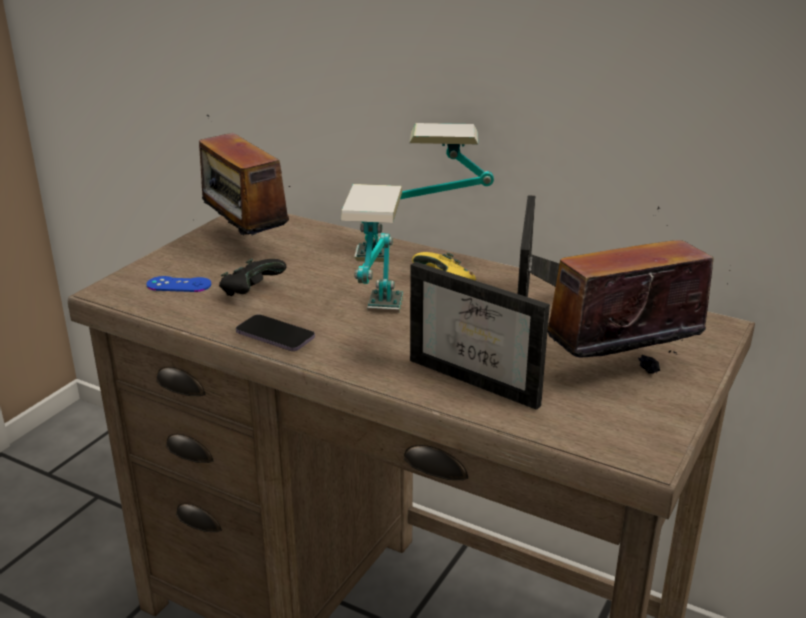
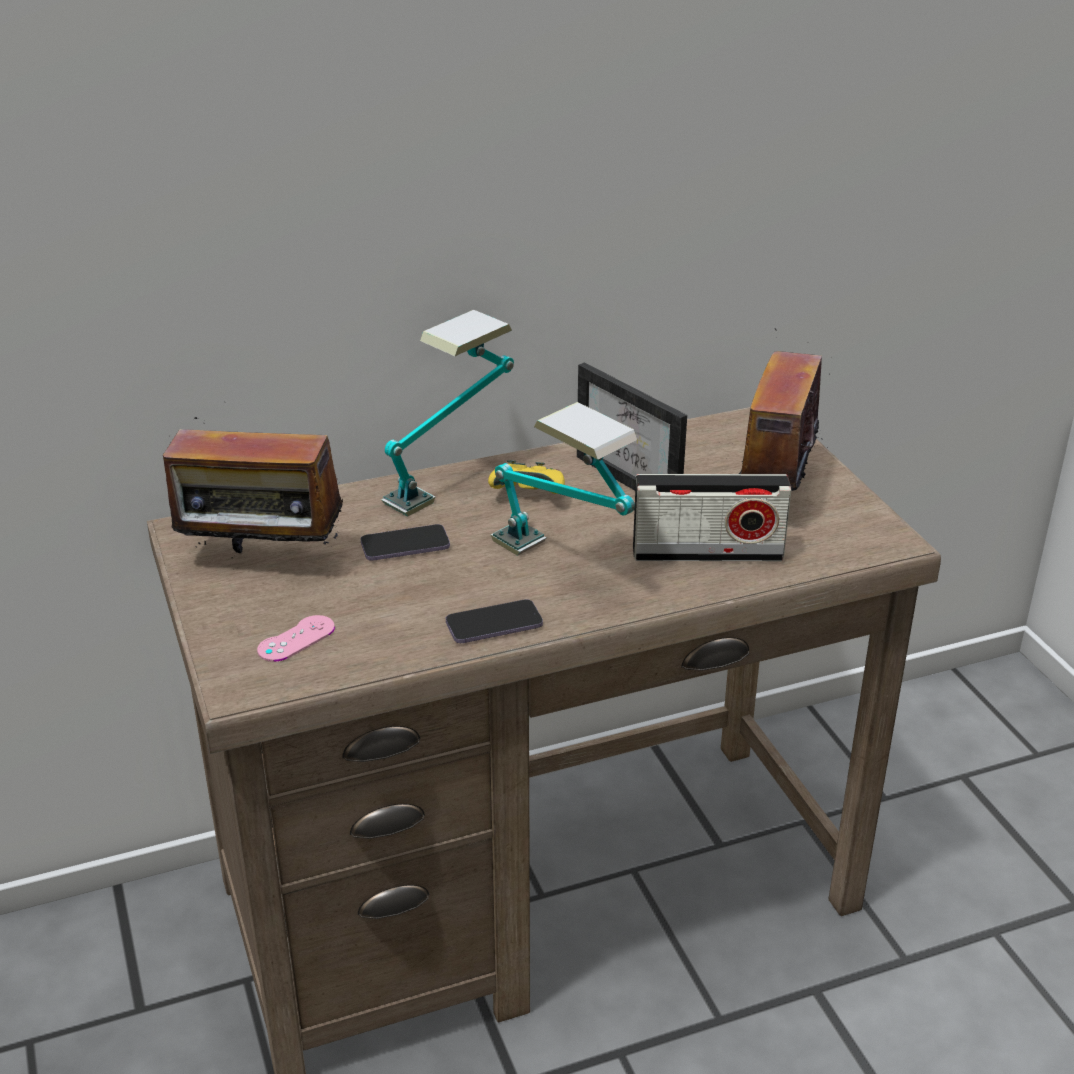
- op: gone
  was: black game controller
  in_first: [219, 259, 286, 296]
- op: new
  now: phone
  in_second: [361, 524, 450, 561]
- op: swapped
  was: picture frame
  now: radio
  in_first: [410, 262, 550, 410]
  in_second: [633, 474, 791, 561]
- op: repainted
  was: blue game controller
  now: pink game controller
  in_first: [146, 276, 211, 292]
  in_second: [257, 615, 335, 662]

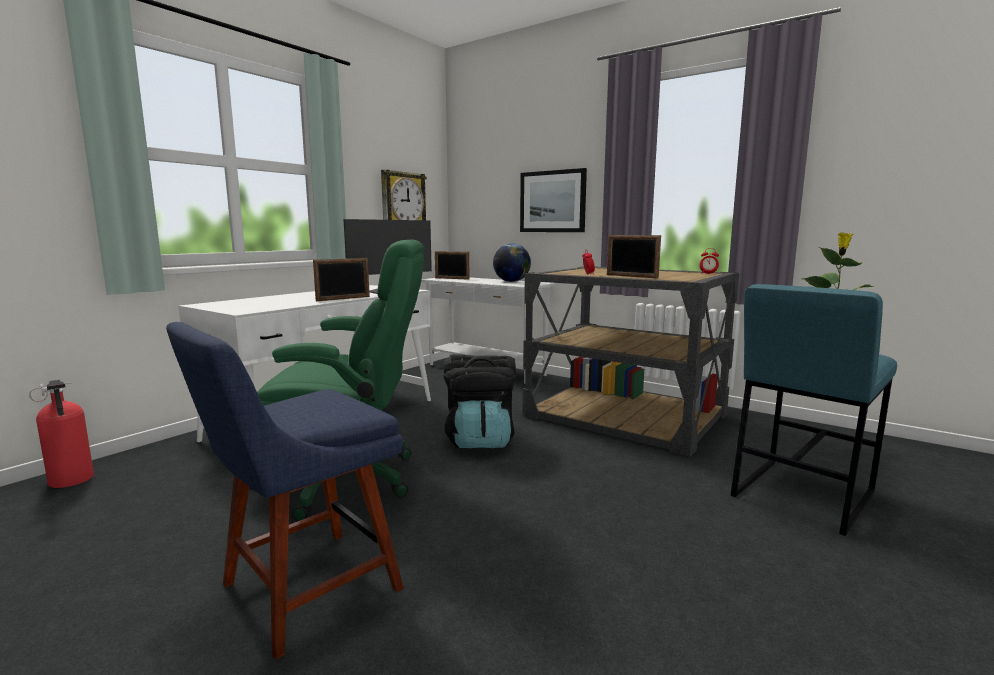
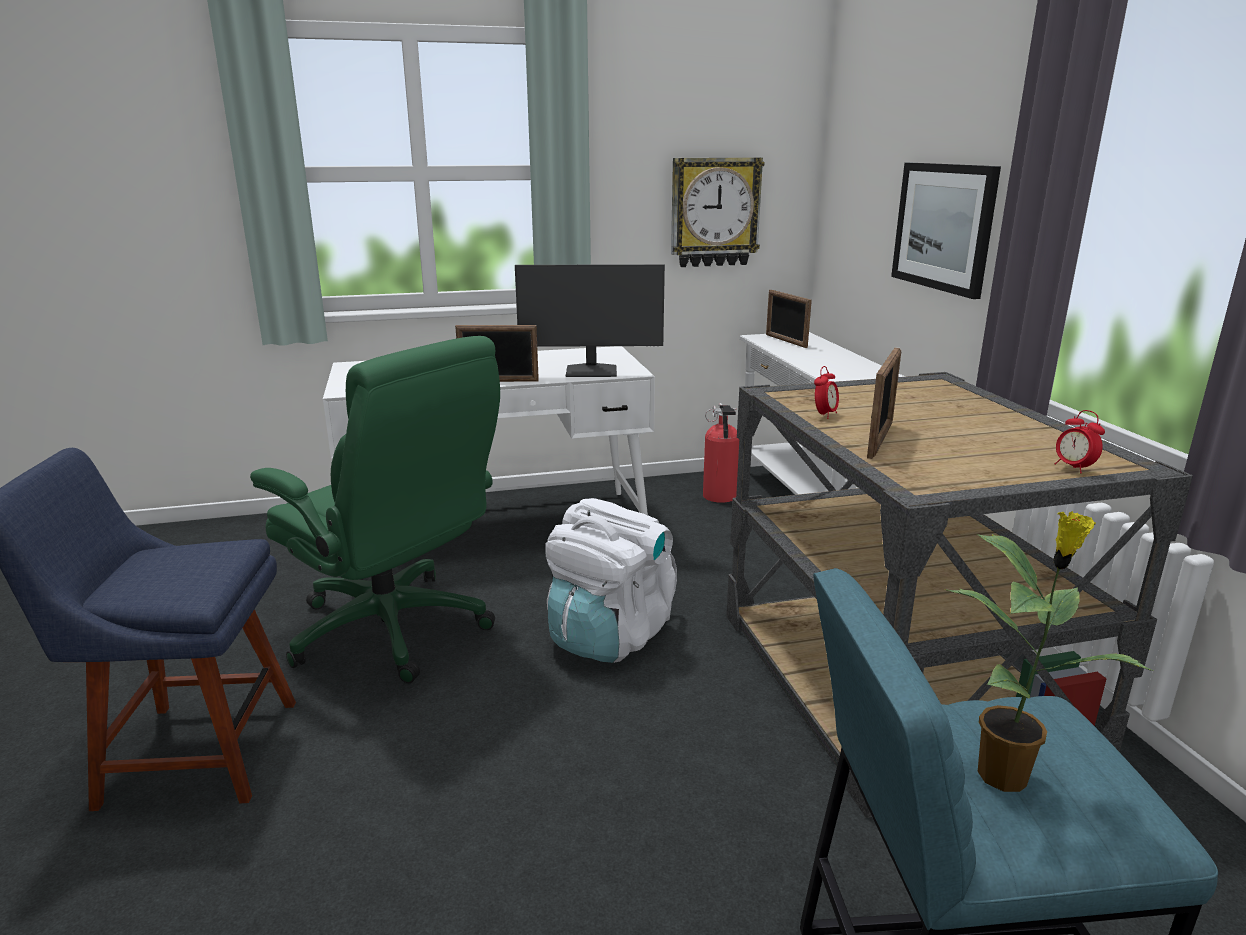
- op: gone
  was: globe
  in_first: [493, 243, 531, 282]
- op: shifted
  was: fire extinguisher
  in_first: [29, 380, 94, 488]
  in_second: [703, 403, 739, 503]
- op: repainted
  was: black backpack
  now: white backpack
  in_first: [444, 354, 516, 448]
  in_second: [545, 498, 677, 663]
- op: rotated
  was: picture frame
  in_first: [607, 235, 661, 278]
  in_second: [867, 347, 901, 459]
  clockwise: -150

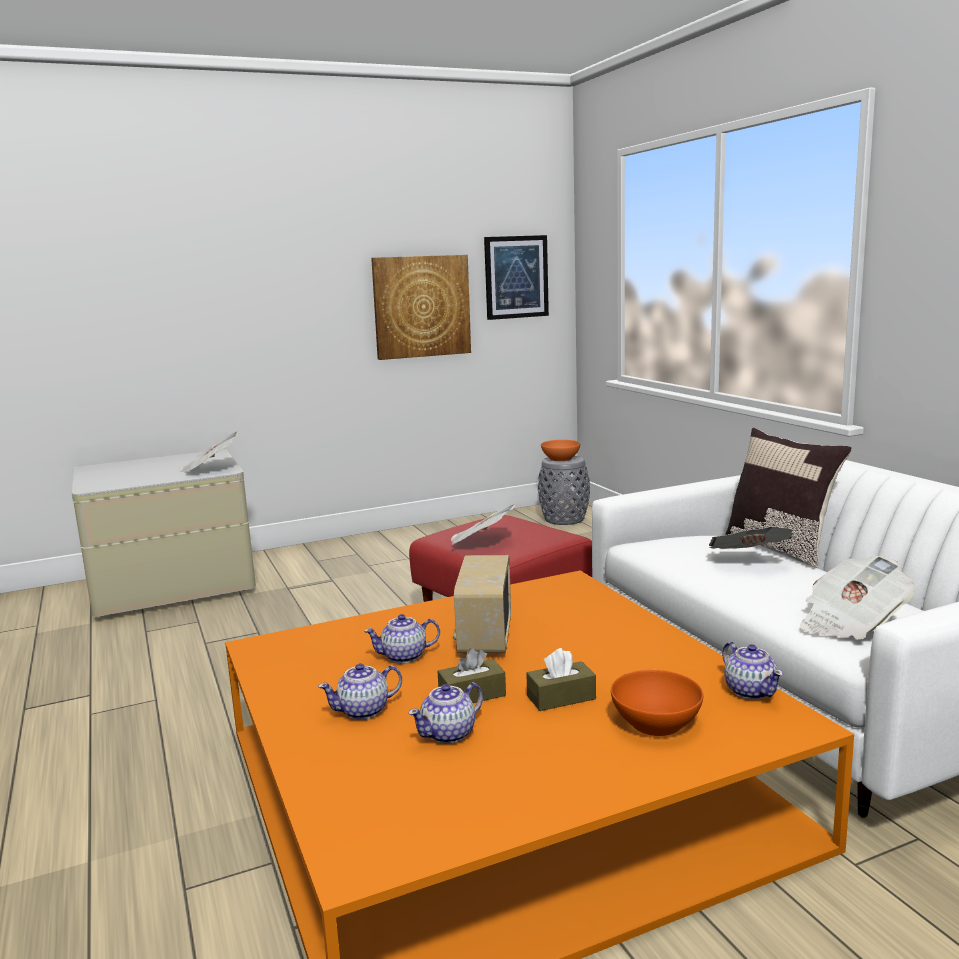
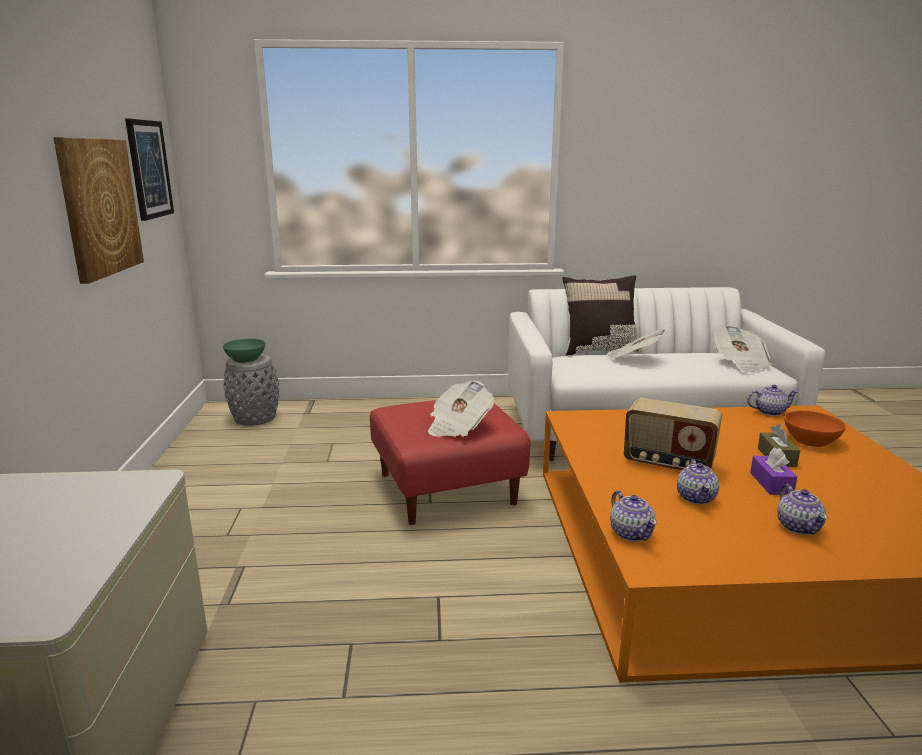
- op: gone
  was: newspaper
  in_first: [178, 431, 239, 473]
- op: shifted
  was: teapot
  in_first: [408, 682, 483, 744]
  in_second: [610, 490, 657, 541]
- op: repainted
  was: brown tissue box
  now: purple tissue box
  in_first: [437, 648, 506, 703]
  in_second: [750, 447, 797, 495]
- op: repainted
  was: orange bowl
  now: green bowl
  in_first: [541, 440, 580, 461]
  in_second: [223, 339, 265, 363]

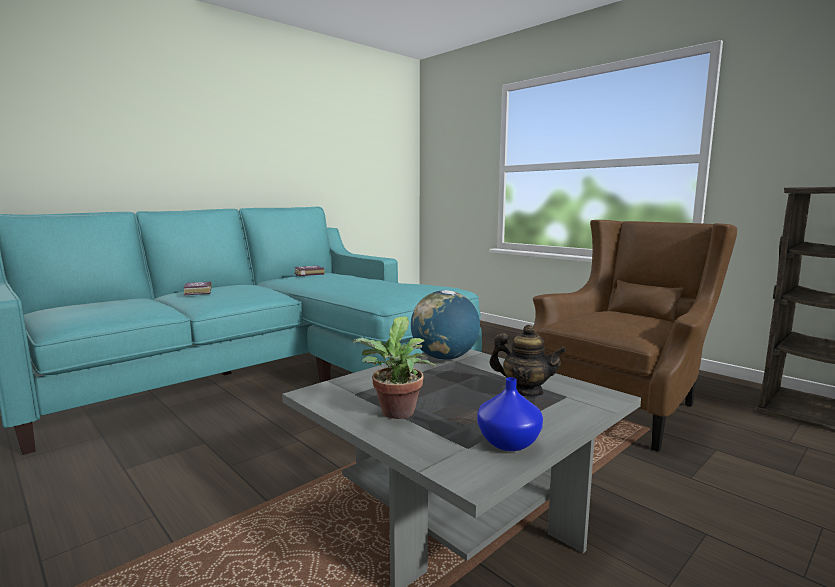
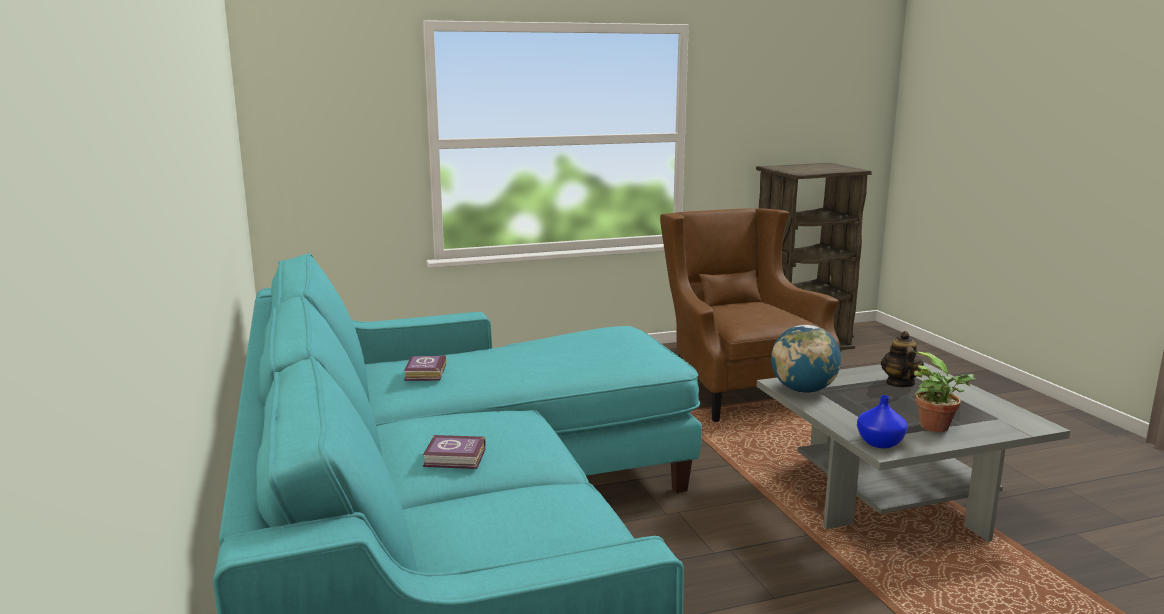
- op: shifted
  was: blue vase
  in_first: [477, 377, 543, 451]
  in_second: [857, 395, 908, 448]
- op: rotated
  was: teapot
  in_first: [489, 325, 566, 397]
  in_second: [881, 331, 924, 387]
  clockwise: -45

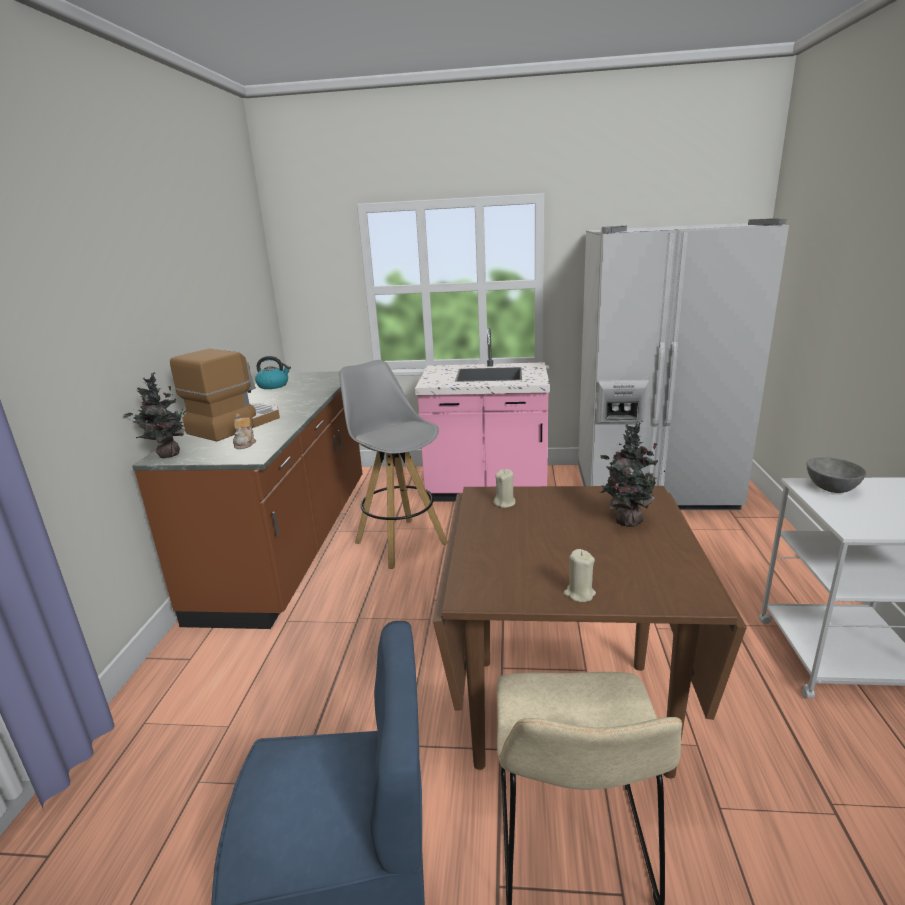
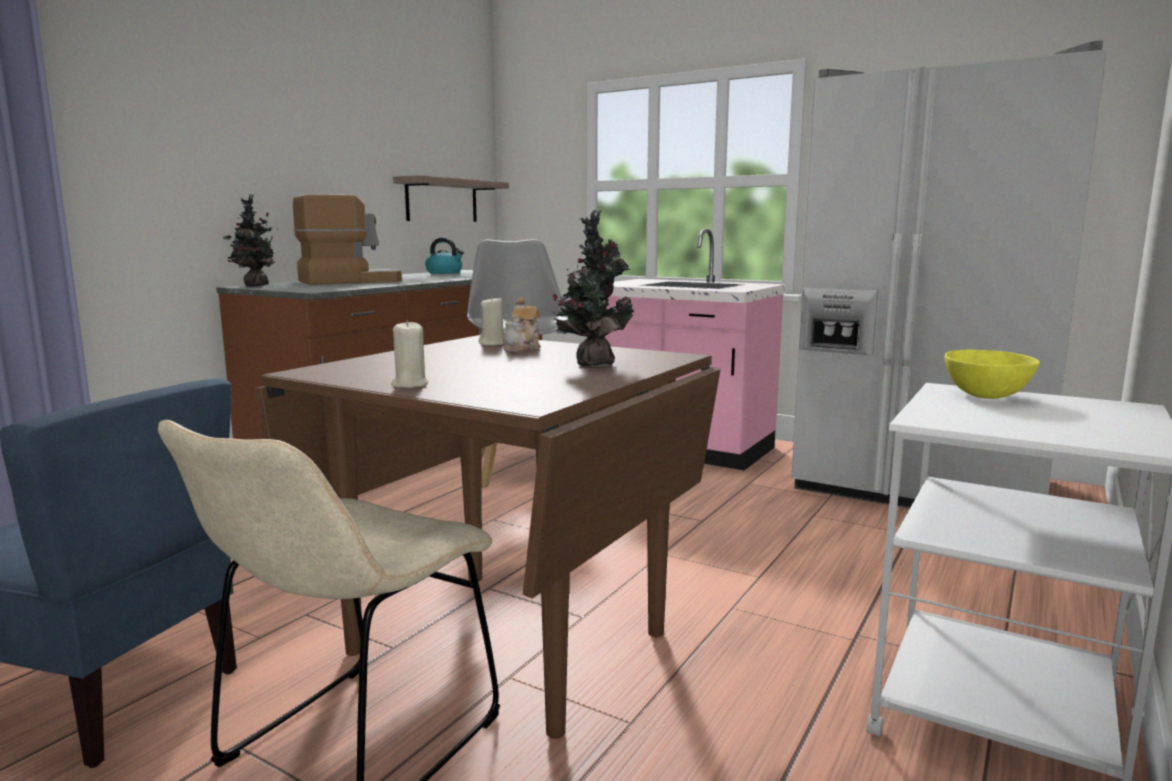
- op: new
  now: shelf
  in_second: [393, 175, 509, 222]
- op: shifted
  was: teapot
  in_first: [233, 414, 256, 449]
  in_second: [503, 298, 541, 352]
- op: repainted
  was: grey bowl
  now: yellow bowl
  in_first: [806, 457, 866, 493]
  in_second: [945, 349, 1040, 399]

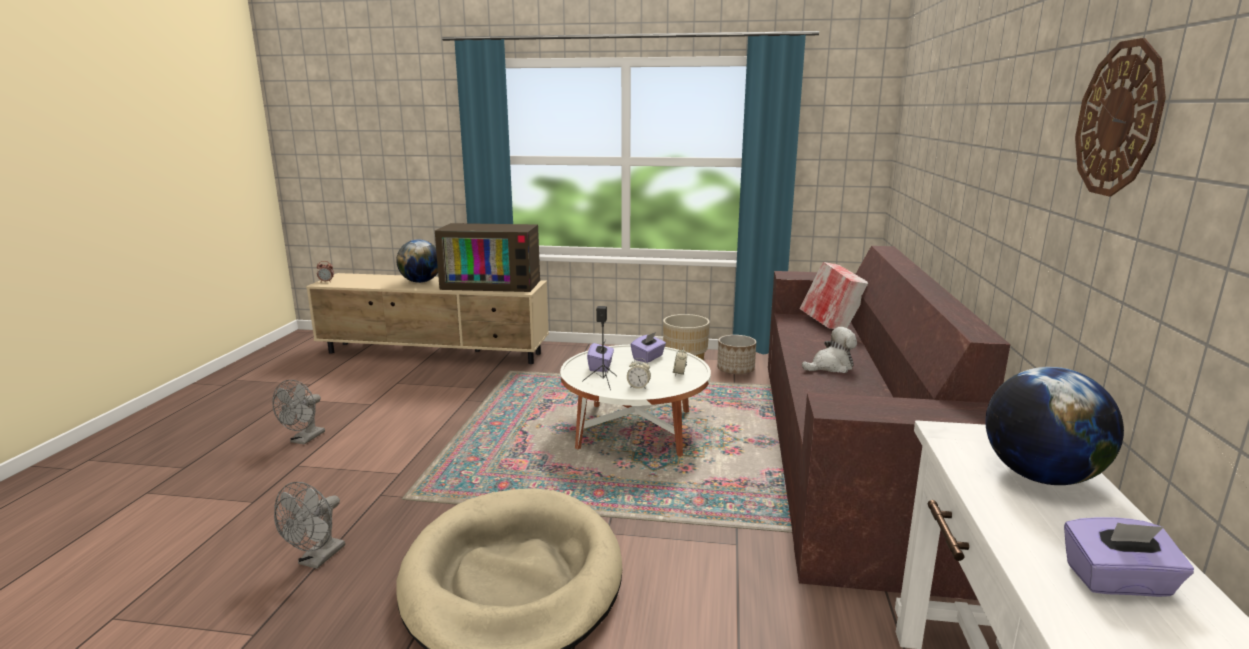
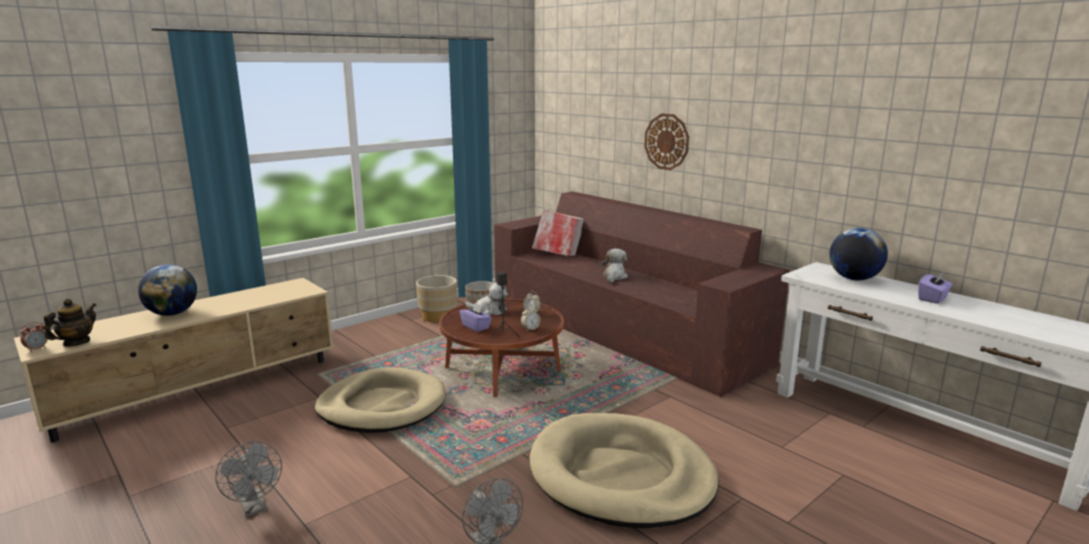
- op: gone
  was: television
  in_first: [435, 223, 540, 292]
- op: new
  now: teapot
  in_second: [44, 298, 96, 347]
- op: new
  now: beige dog bed
  in_second: [315, 368, 446, 433]
- op: shifted
  was: wall clock
  in_first: [1075, 38, 1166, 196]
  in_second: [644, 114, 689, 170]
- op: swapped
  was: purple tissue box
  now: plush toy
  in_first: [631, 332, 666, 363]
  in_second: [465, 283, 508, 316]
- op: repainted
  was: white coffee table
  now: brown coffee table
  in_first: [560, 345, 711, 457]
  in_second: [439, 299, 564, 397]

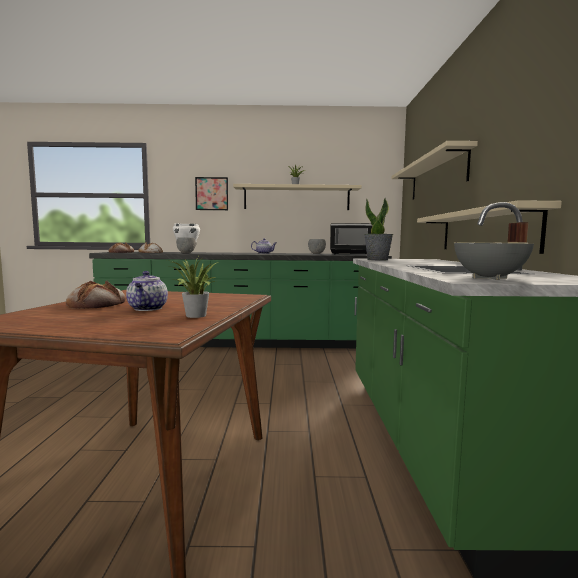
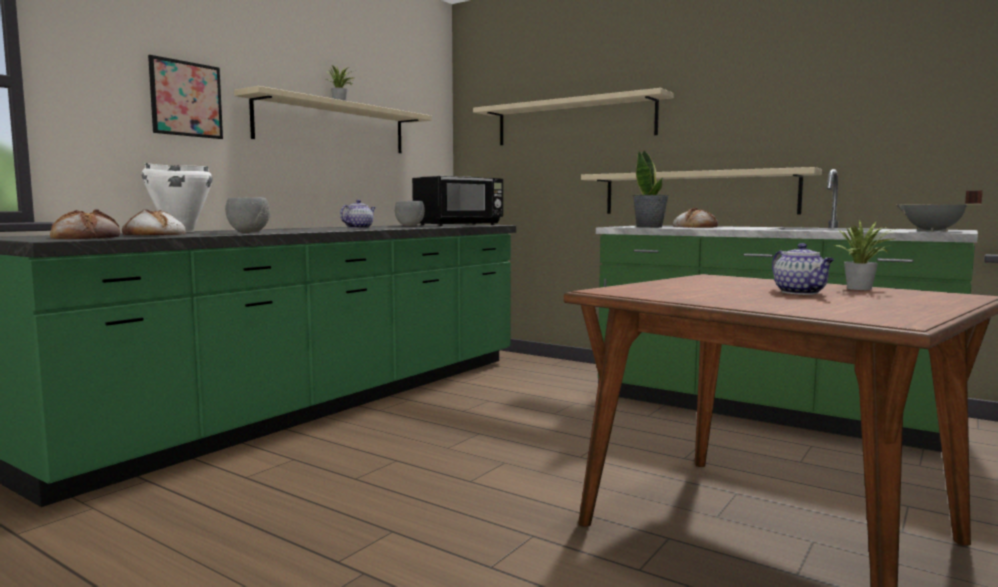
- op: shifted
  was: bread
  in_first: [66, 280, 126, 309]
  in_second: [673, 208, 718, 228]
- op: rotated
  was: teapot
  in_first: [126, 271, 168, 311]
  in_second: [772, 243, 834, 295]
  clockwise: 45

